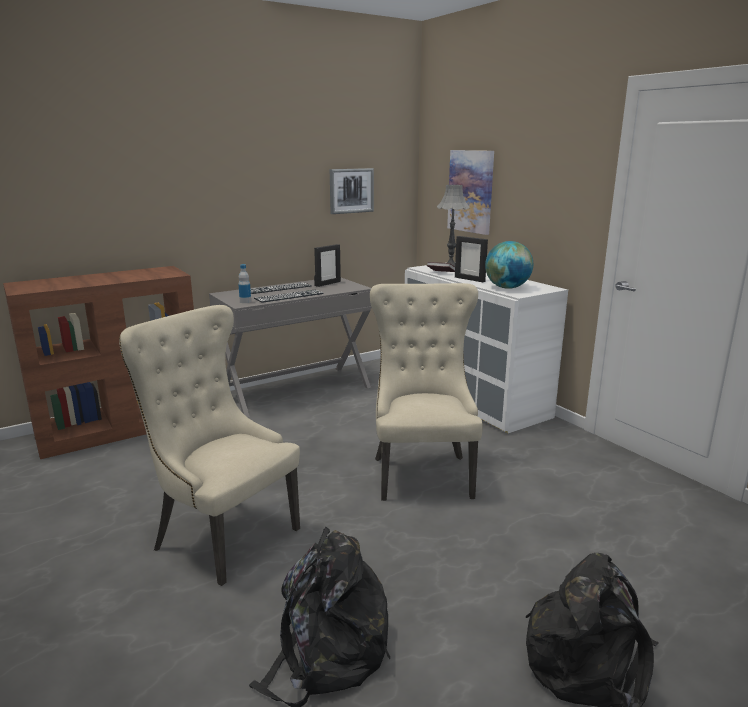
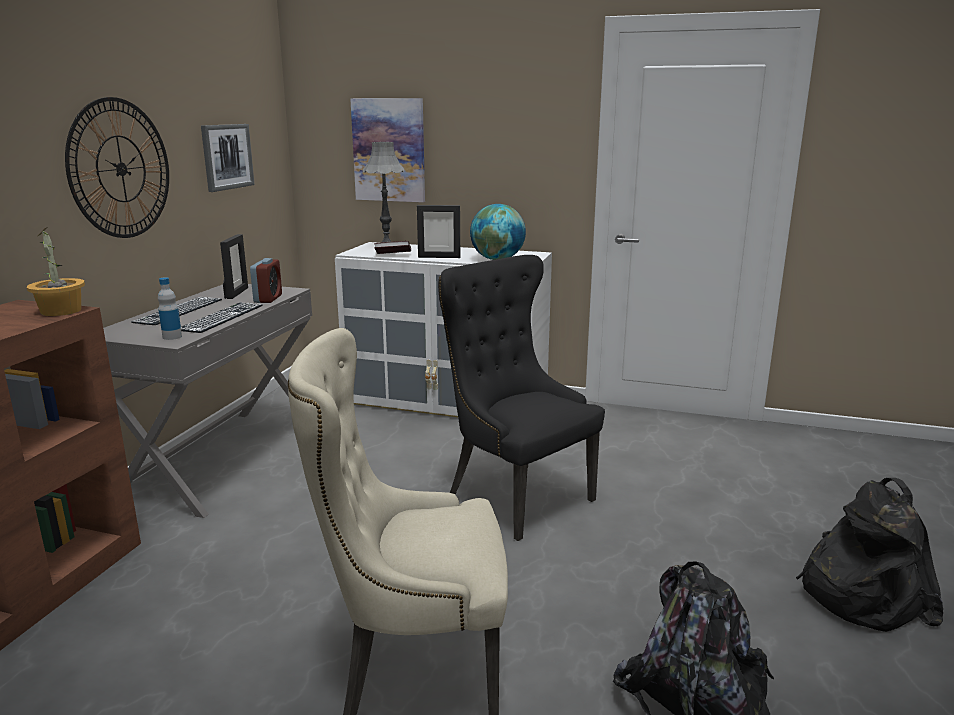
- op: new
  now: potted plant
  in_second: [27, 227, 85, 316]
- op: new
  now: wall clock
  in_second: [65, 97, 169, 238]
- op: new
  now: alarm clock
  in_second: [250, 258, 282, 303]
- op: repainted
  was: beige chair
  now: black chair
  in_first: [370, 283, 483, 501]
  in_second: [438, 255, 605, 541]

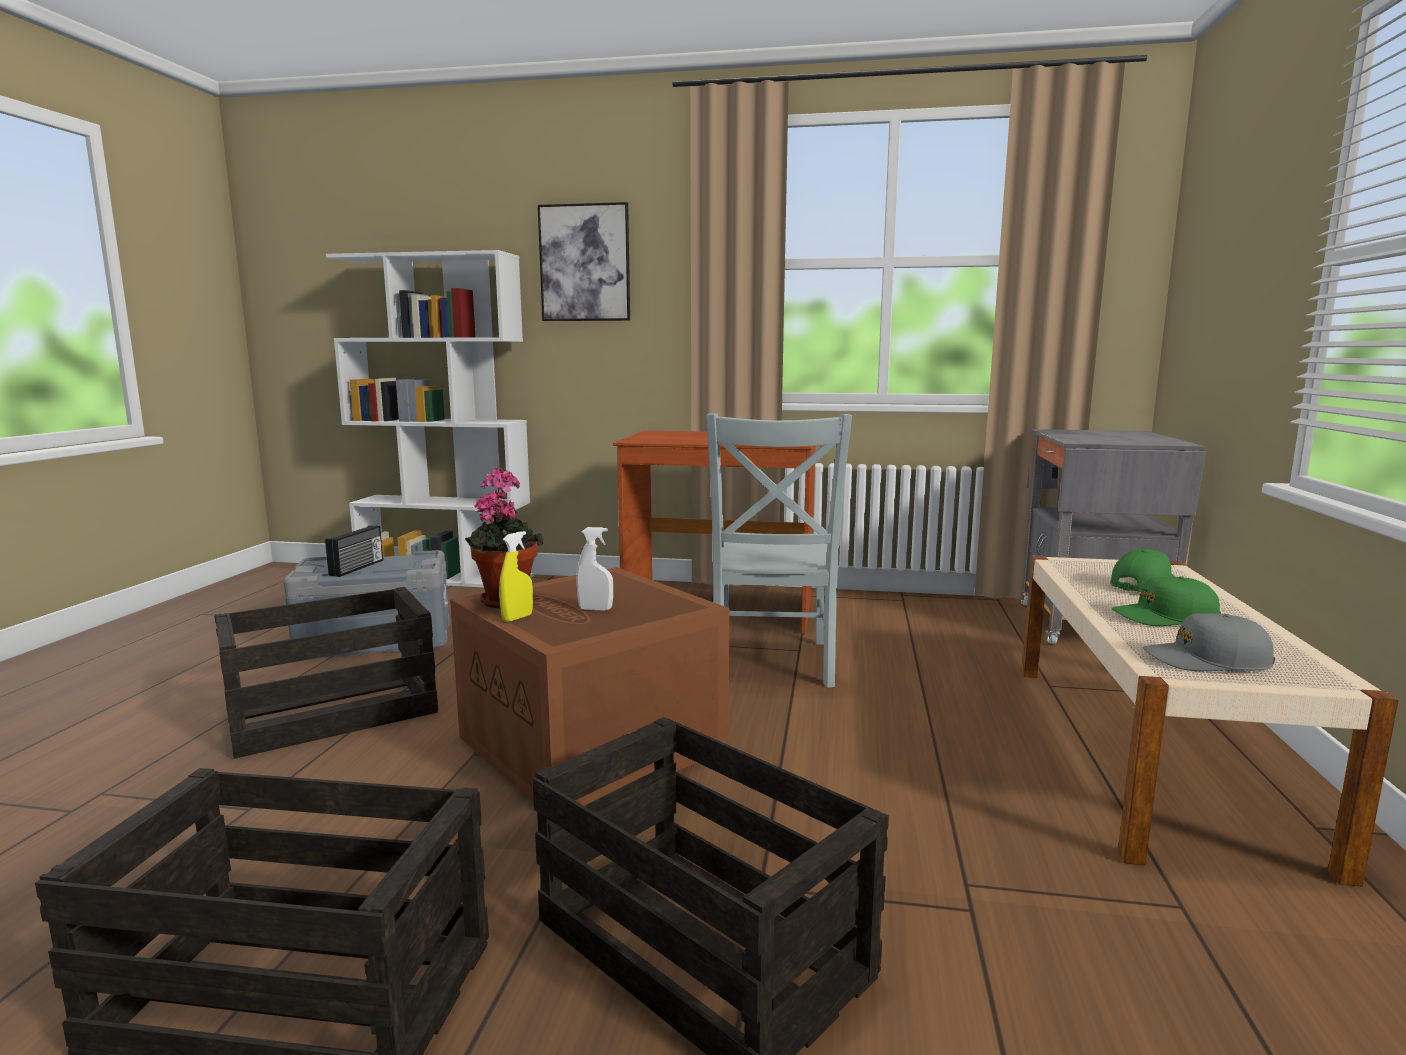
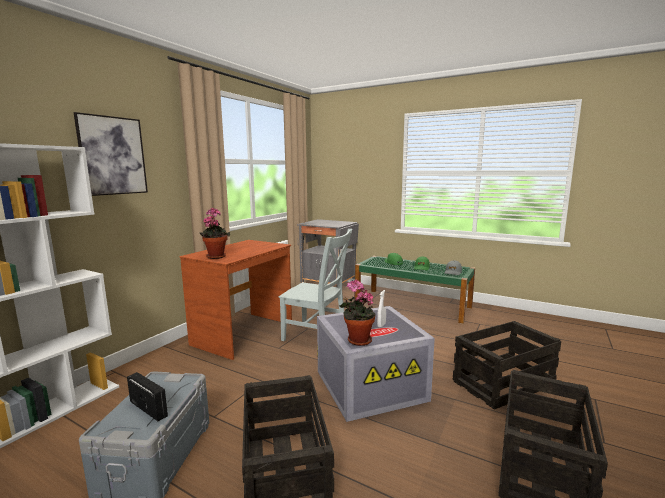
- op: gone
  was: yellow spray bottle
  in_first: [499, 531, 533, 622]
- op: new
  now: potted plant
  in_second: [200, 208, 230, 259]
- op: repainted
  was: brown storage box
  now: grey storage box
  in_first: [450, 567, 729, 806]
  in_second: [317, 306, 435, 422]
- op: repainted
  was: beige bench
  now: green bench
  in_first: [1021, 556, 1398, 887]
  in_second: [355, 256, 475, 324]

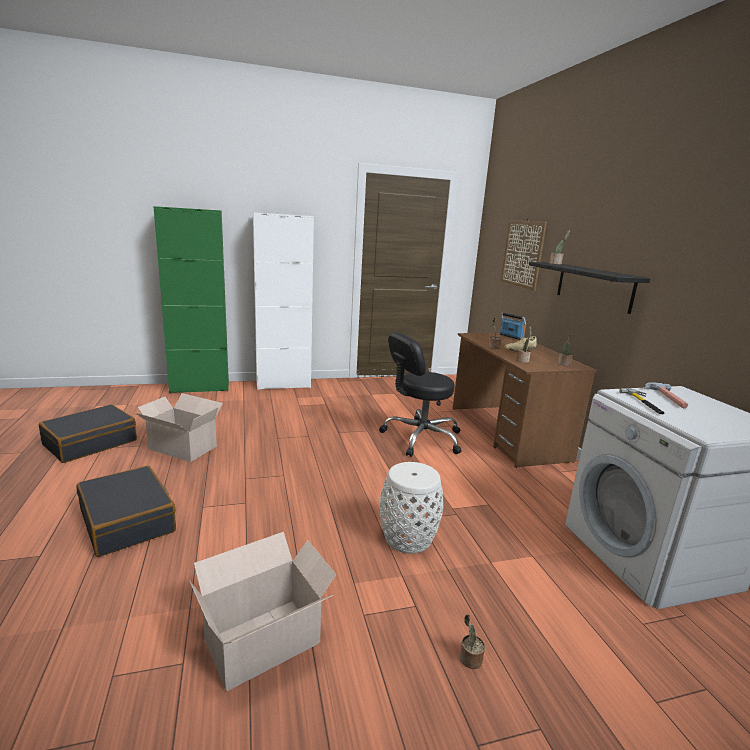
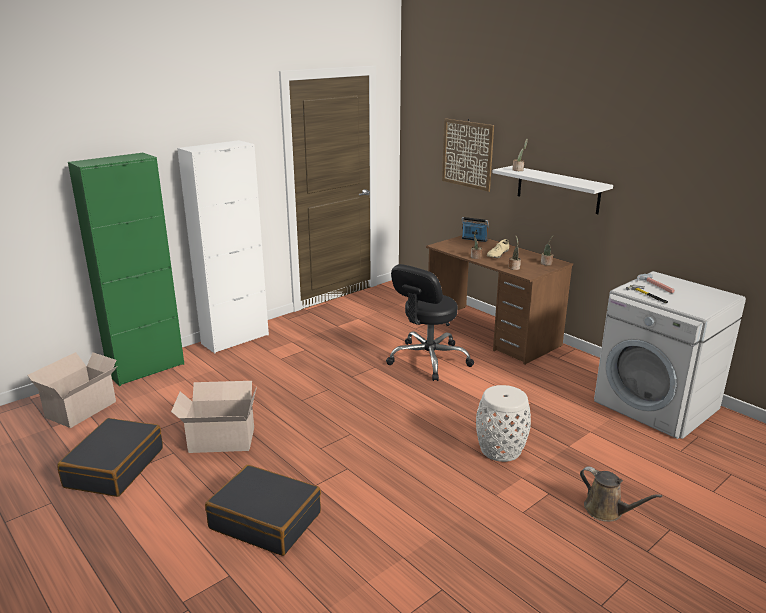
- op: shifted
  was: cardboard box
  in_first: [189, 532, 337, 691]
  in_second: [28, 352, 118, 428]
- op: swapped
  was: potted plant
  now: brown watering can
  in_first: [460, 614, 485, 669]
  in_second: [580, 467, 662, 522]
- op: repainted
  was: black shelf
  now: white shelf
  in_first: [529, 262, 651, 314]
  in_second: [492, 166, 613, 214]

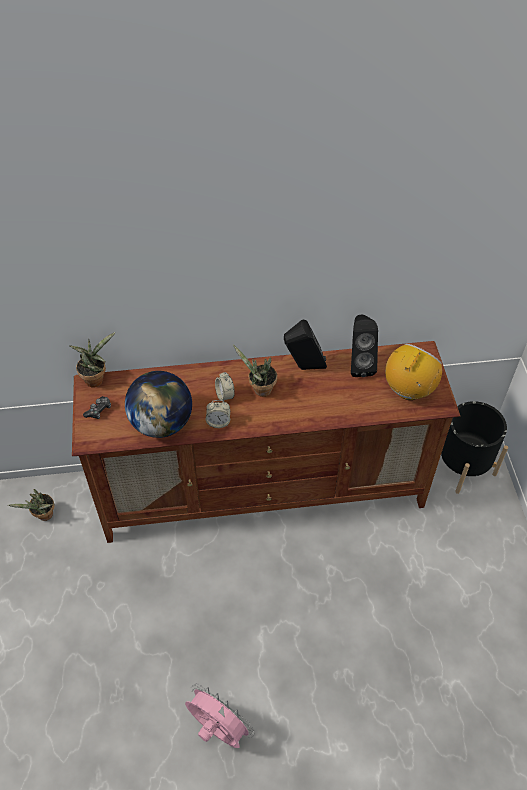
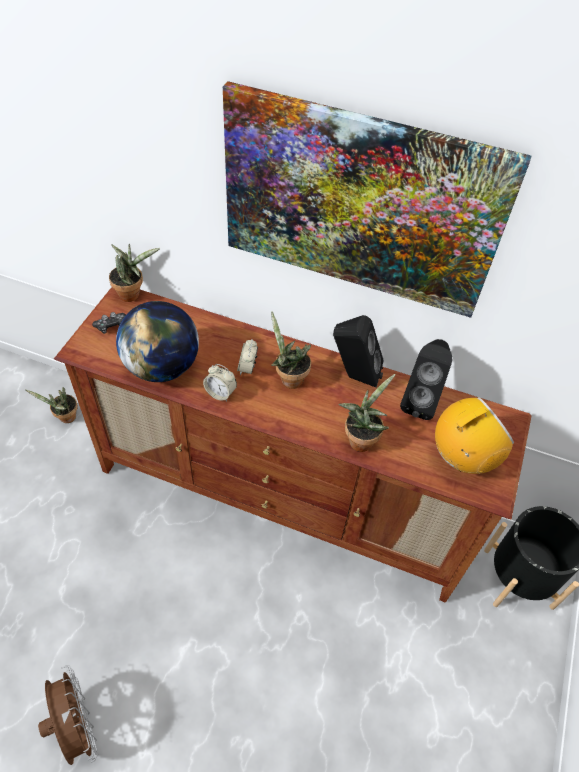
- op: new
  now: picture
  in_second: [223, 81, 531, 318]
- op: new
  now: potted plant
  in_second: [338, 374, 395, 452]
- op: repainted
  was: pink fan
  now: brown fan
  in_first: [185, 683, 254, 748]
  in_second: [38, 665, 98, 765]

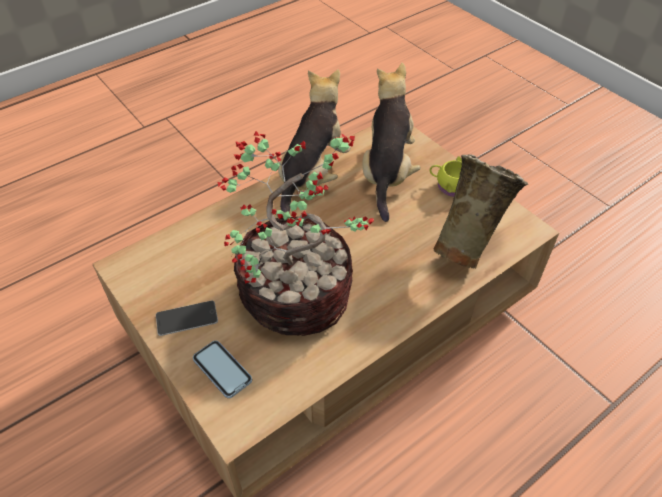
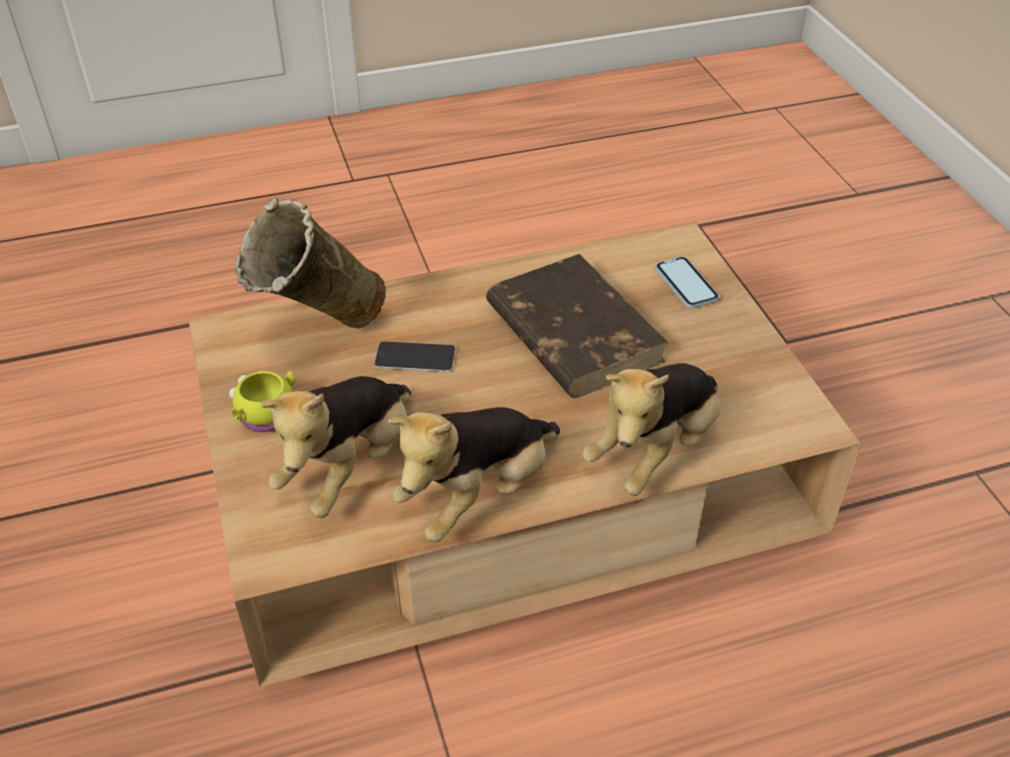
- op: new
  now: plush toy
  in_second: [582, 363, 720, 496]
- op: shifted
  was: phone
  in_first: [156, 301, 218, 336]
  in_second: [374, 342, 456, 372]
- op: swapped
  was: potted plant
  now: brown book
  in_first: [218, 131, 374, 336]
  in_second: [486, 254, 669, 398]

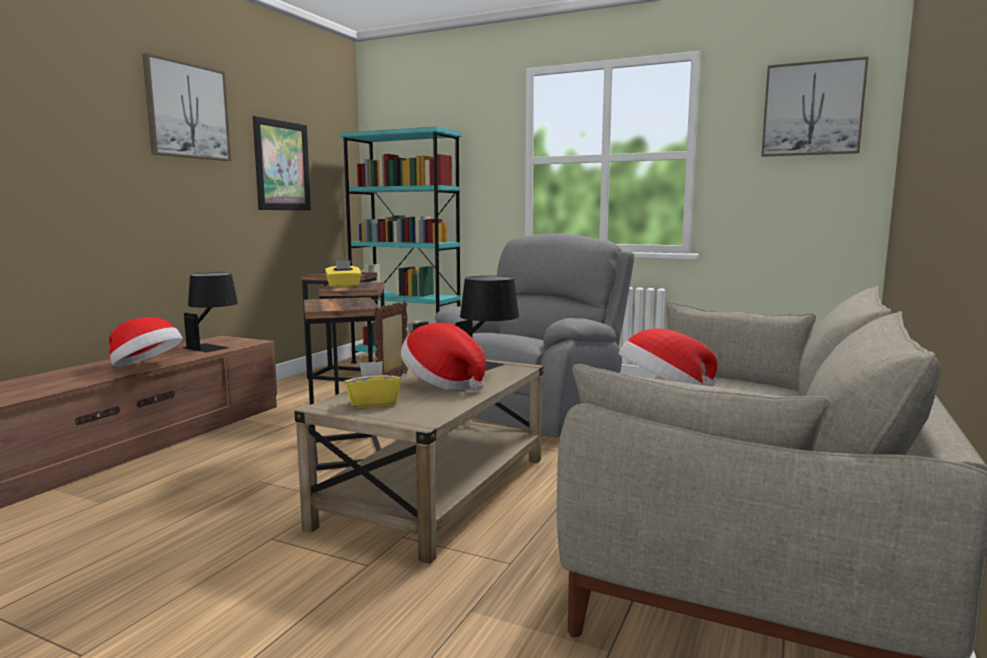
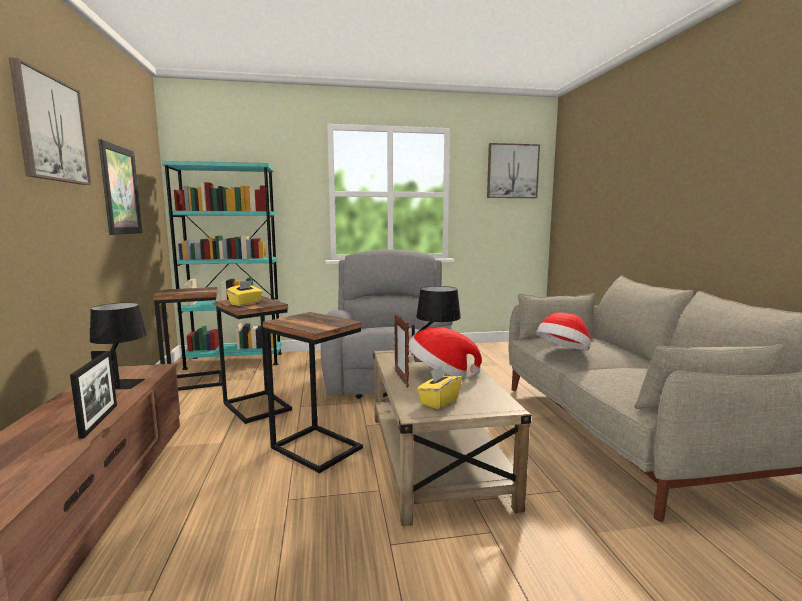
- op: swapped
  was: hat
  now: picture frame
  in_first: [109, 317, 183, 367]
  in_second: [70, 351, 117, 439]

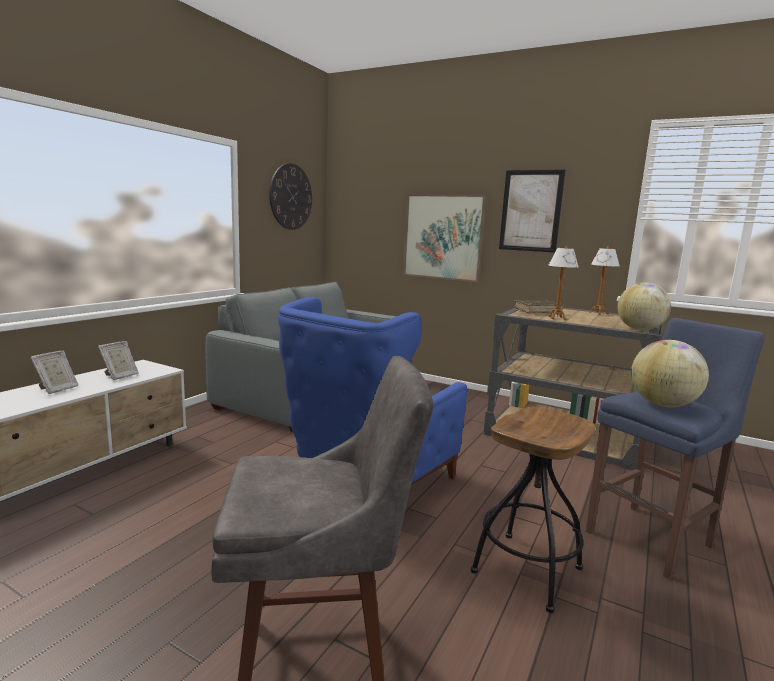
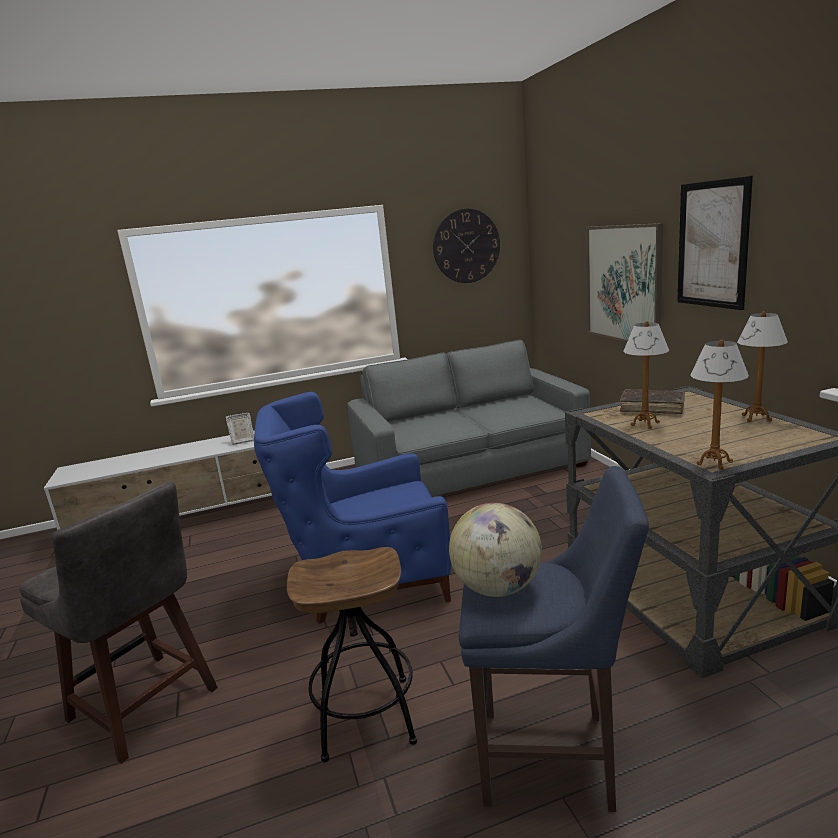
- op: gone
  was: picture frame
  in_first: [30, 350, 78, 394]
- op: swapped
  was: globe
  now: table lamp
  in_first: [618, 283, 671, 330]
  in_second: [691, 339, 749, 470]

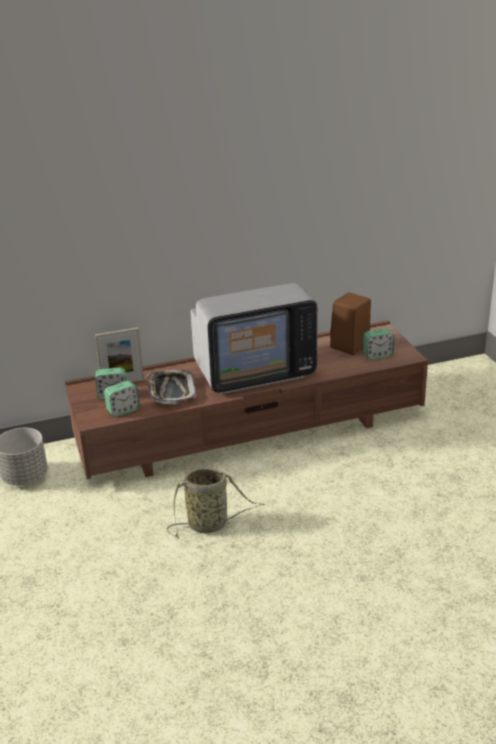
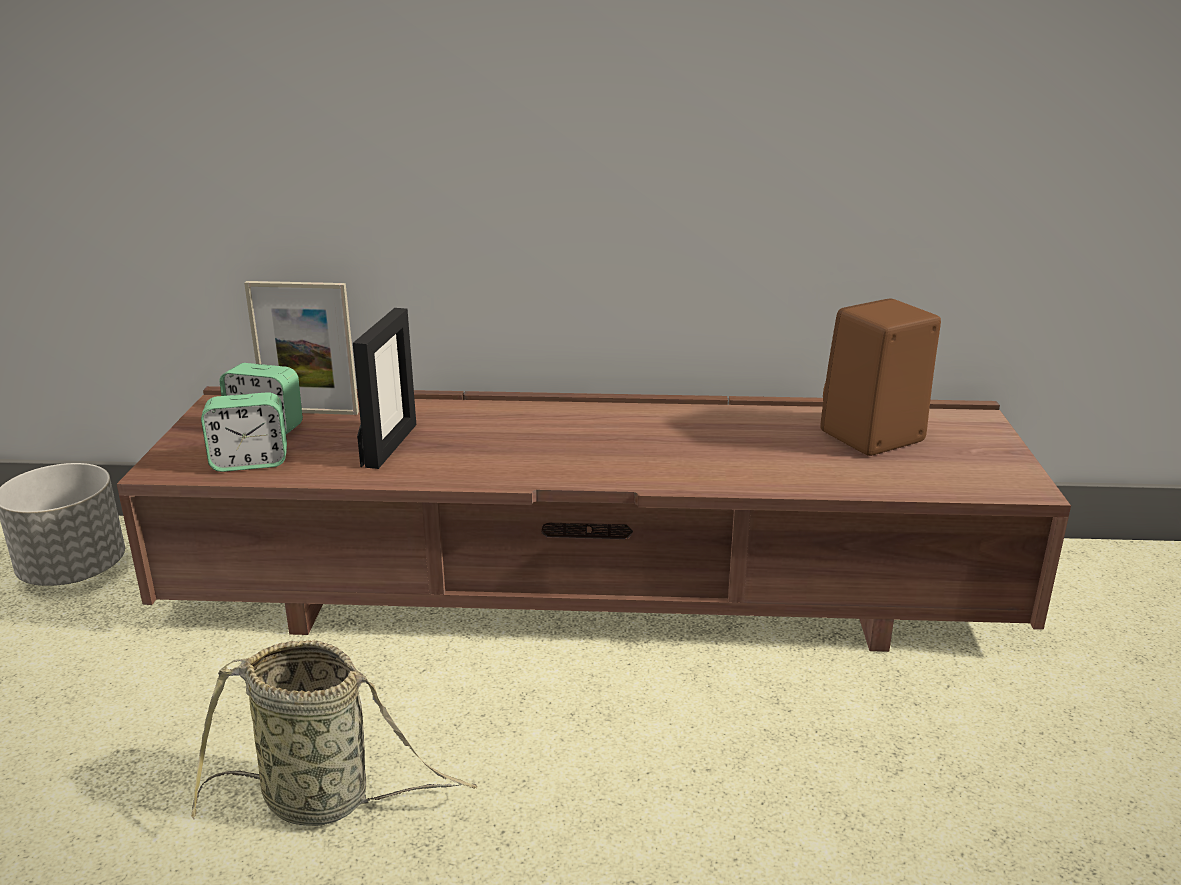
- op: gone
  was: television
  in_first: [191, 283, 318, 394]
- op: gone
  was: alarm clock
  in_first: [363, 328, 395, 360]
- op: swapped
  was: tray
  now: picture frame
  in_first: [147, 369, 197, 404]
  in_second: [353, 308, 416, 469]

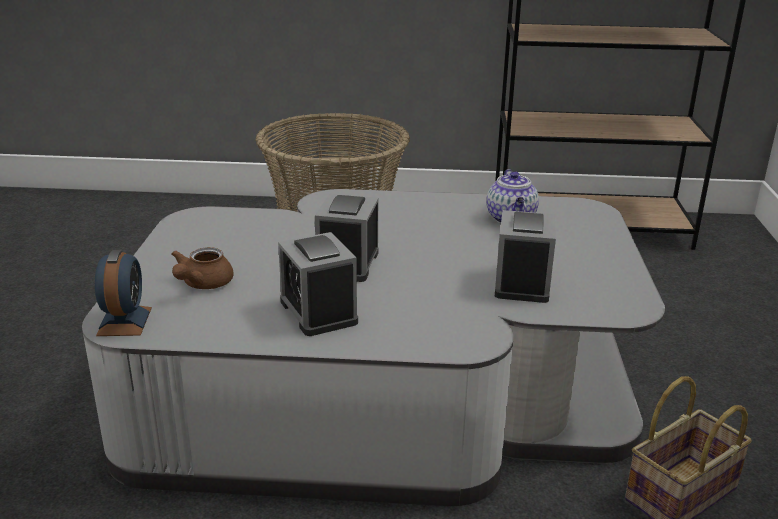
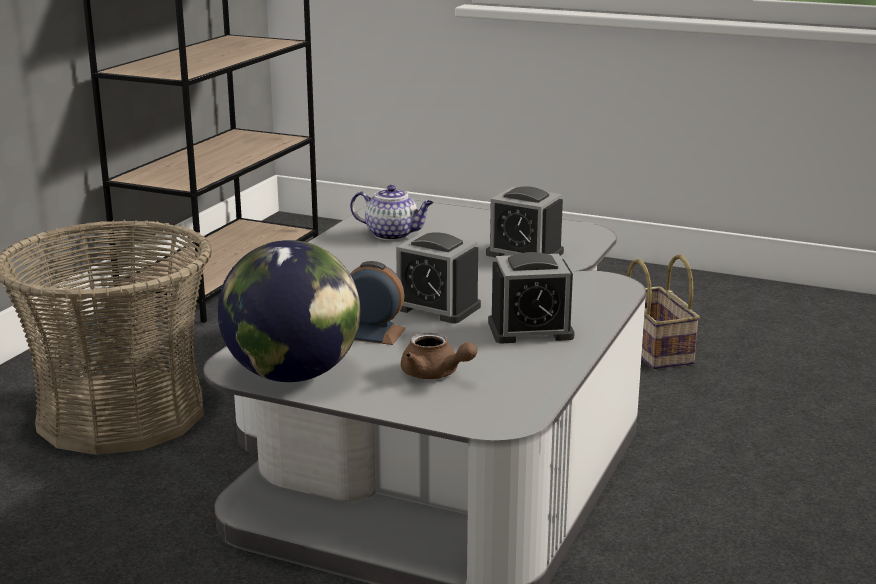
- op: new
  now: globe
  in_second: [218, 240, 361, 382]
- op: shifted
  was: alarm clock
  in_first: [95, 250, 152, 336]
  in_second: [350, 261, 406, 345]

